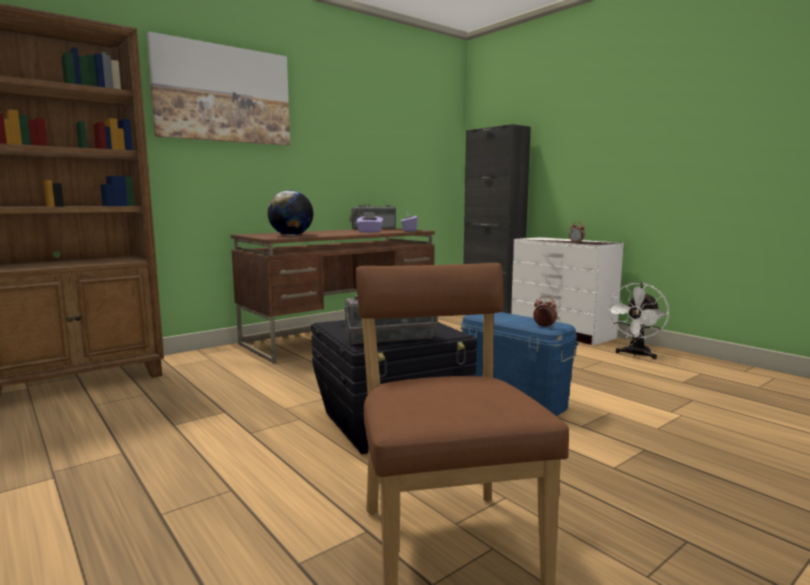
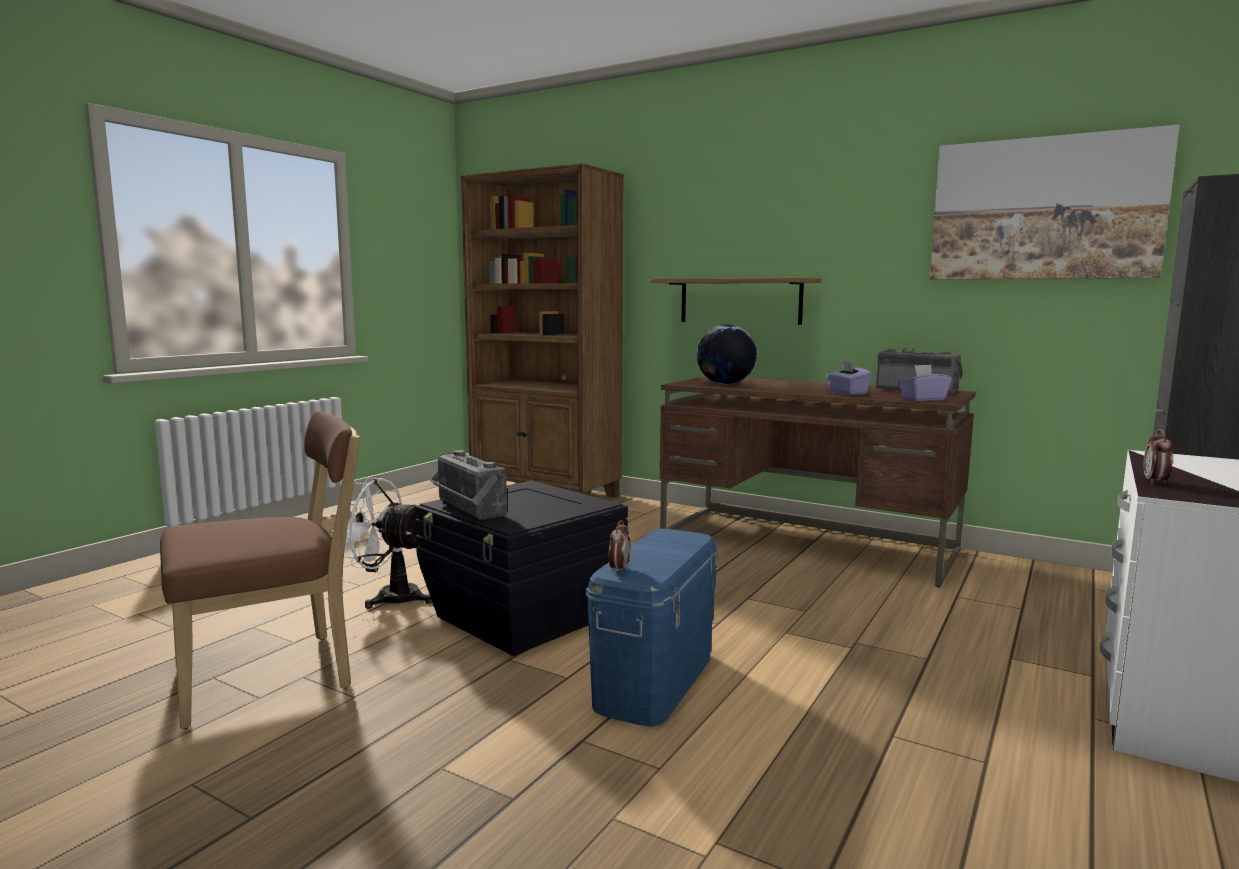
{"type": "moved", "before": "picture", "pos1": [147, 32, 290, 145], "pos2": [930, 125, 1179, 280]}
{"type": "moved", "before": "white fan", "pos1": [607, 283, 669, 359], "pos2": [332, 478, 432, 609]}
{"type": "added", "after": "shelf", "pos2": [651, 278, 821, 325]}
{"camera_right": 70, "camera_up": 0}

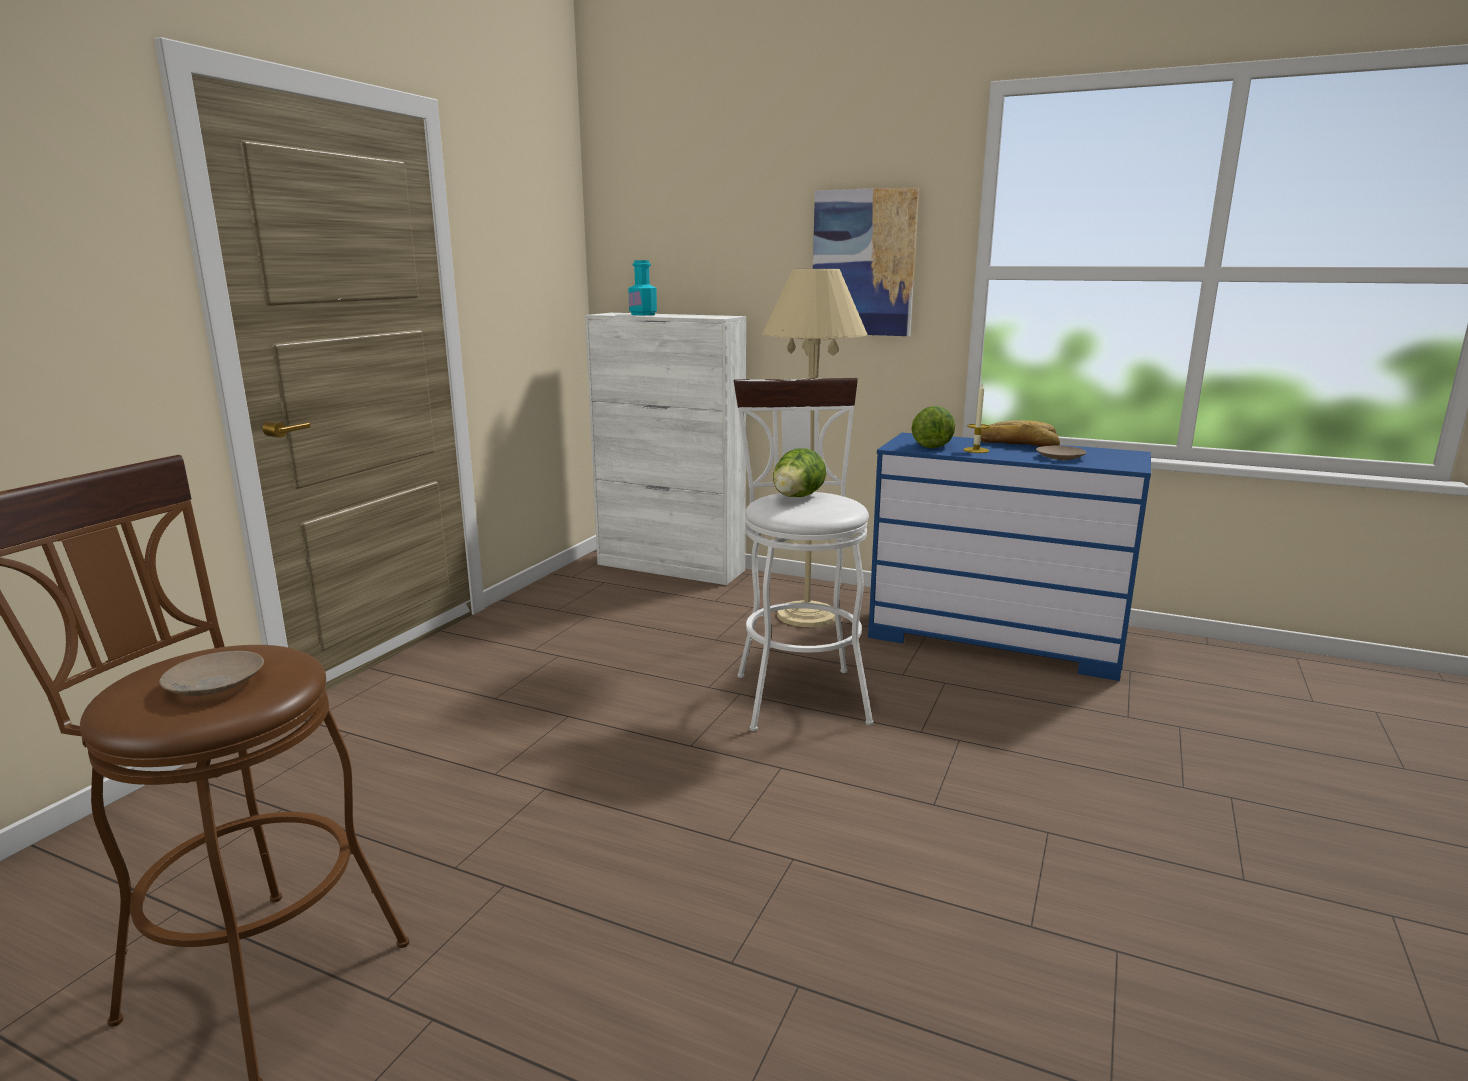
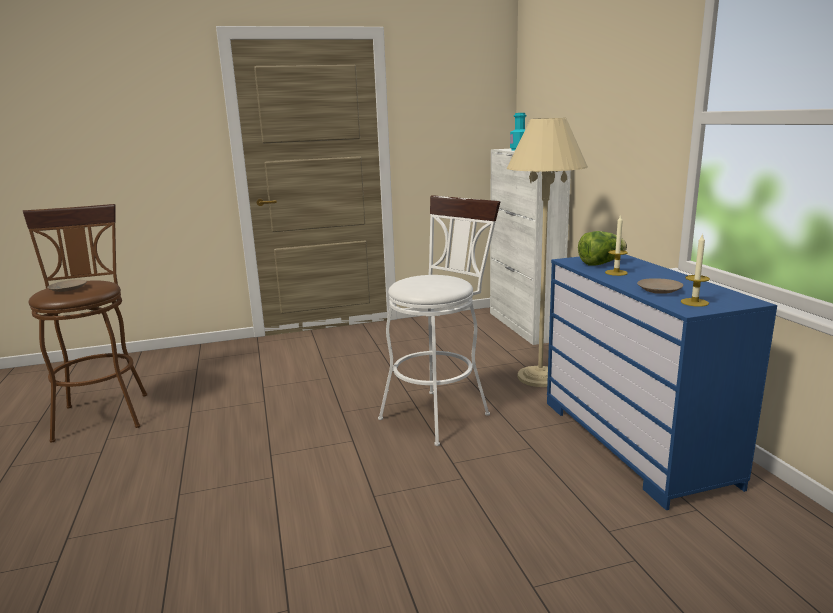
{"type": "removed", "before": "picture", "pos1": [813, 187, 919, 336]}
{"type": "removed", "before": "bread", "pos1": [980, 420, 1060, 447]}
{"type": "removed", "before": "lettuce", "pos1": [773, 448, 826, 497]}
{"type": "added", "after": "candle", "pos2": [681, 233, 710, 307]}
{"camera_right": 50, "camera_up": 0}

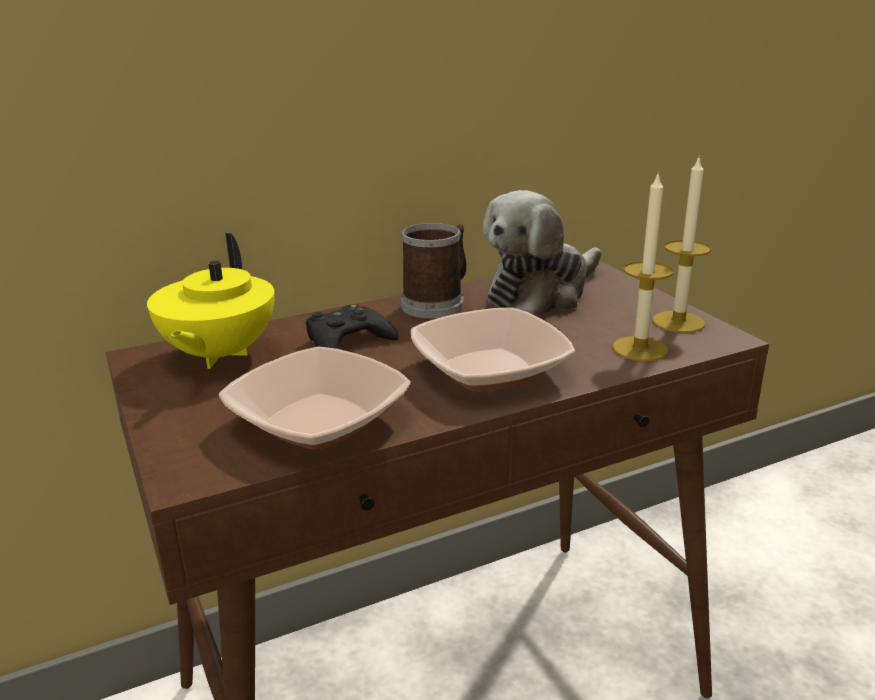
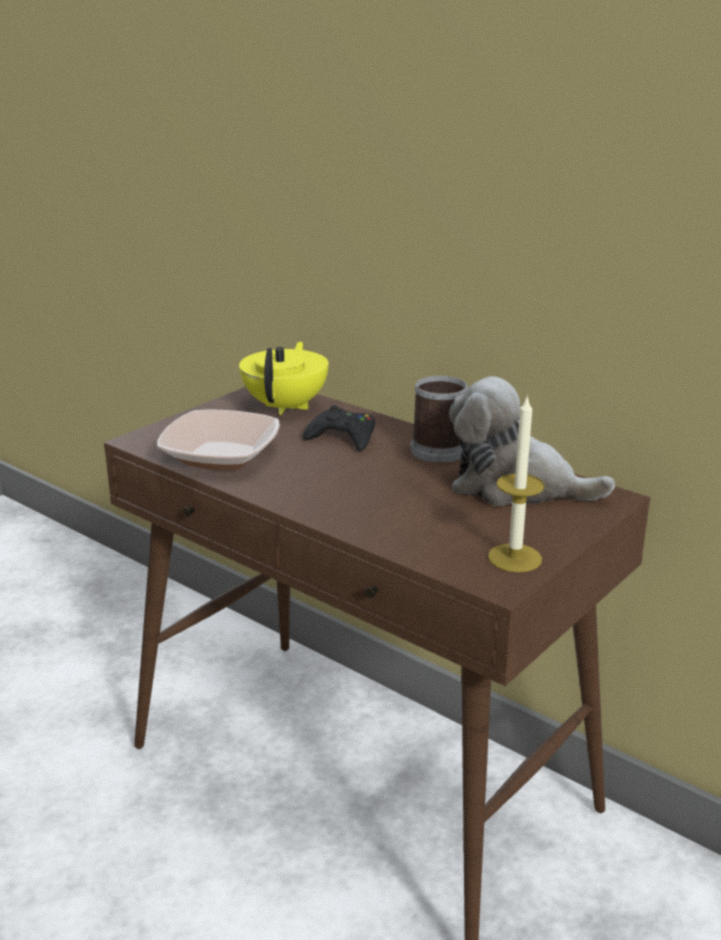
{"type": "removed", "before": "candle", "pos1": [612, 171, 673, 361]}
{"type": "turned", "before": "yellow teapot", "pos1": [147, 233, 275, 369], "pos2": [239, 342, 329, 415], "turn": 120}
{"type": "removed", "before": "bowl", "pos1": [411, 307, 575, 392]}
{"camera_right": 65, "camera_up": 0}

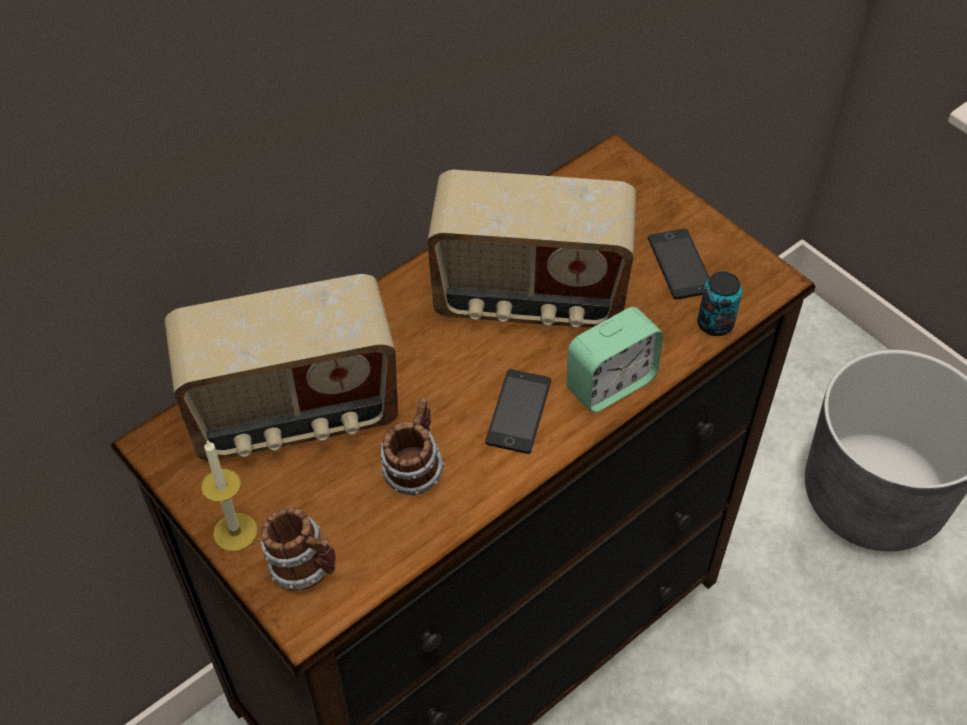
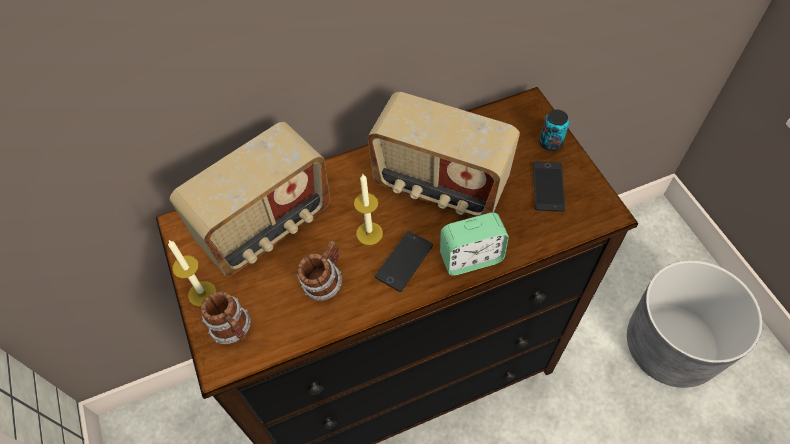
{"type": "moved", "before": "can", "pos1": [697, 271, 742, 336], "pos2": [539, 110, 569, 151]}
{"type": "turned", "before": "radio", "pos1": [165, 274, 398, 461], "pos2": [169, 122, 330, 276], "turn": -45}
{"type": "added", "after": "candle", "pos2": [354, 174, 383, 245]}
{"camera_right": 20, "camera_up": 5}

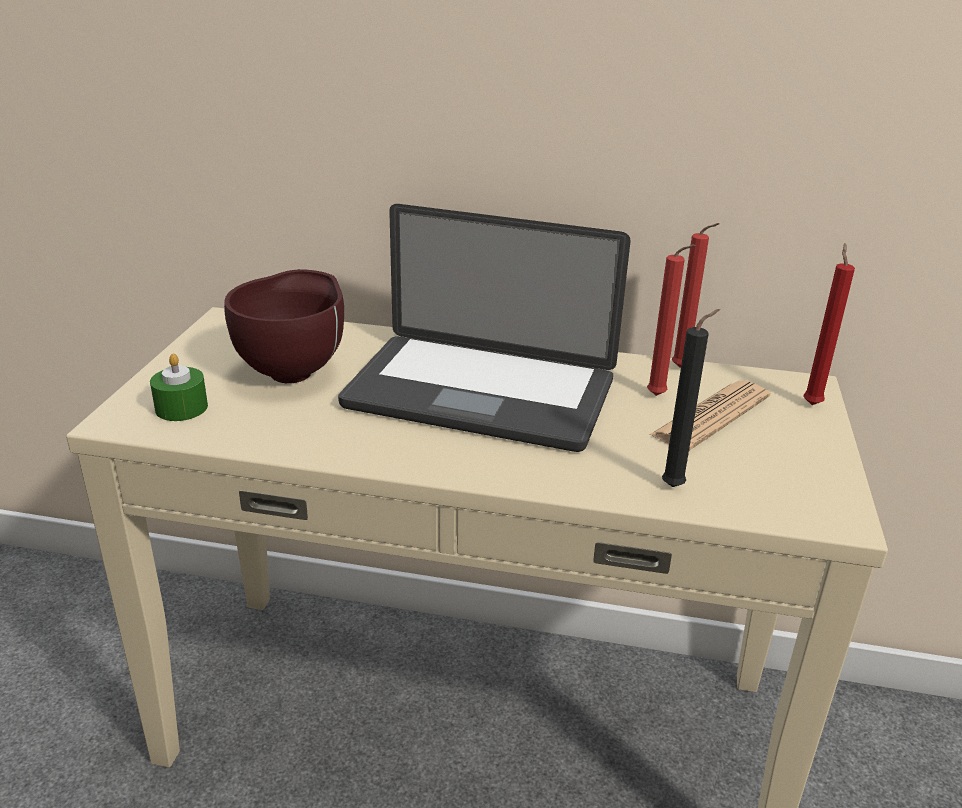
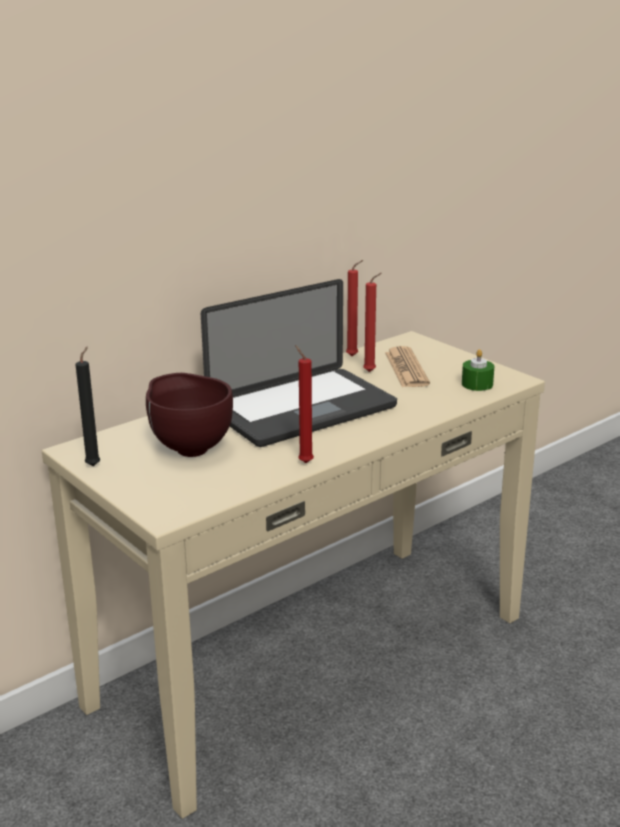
{"type": "moved", "before": "red candle", "pos1": [803, 243, 855, 405], "pos2": [295, 345, 314, 463]}
{"type": "moved", "before": "black candle", "pos1": [662, 309, 720, 487], "pos2": [75, 347, 100, 466]}
{"type": "moved", "before": "green candle", "pos1": [150, 353, 208, 421], "pos2": [462, 349, 494, 391]}
{"camera_right": -50, "camera_up": -5}

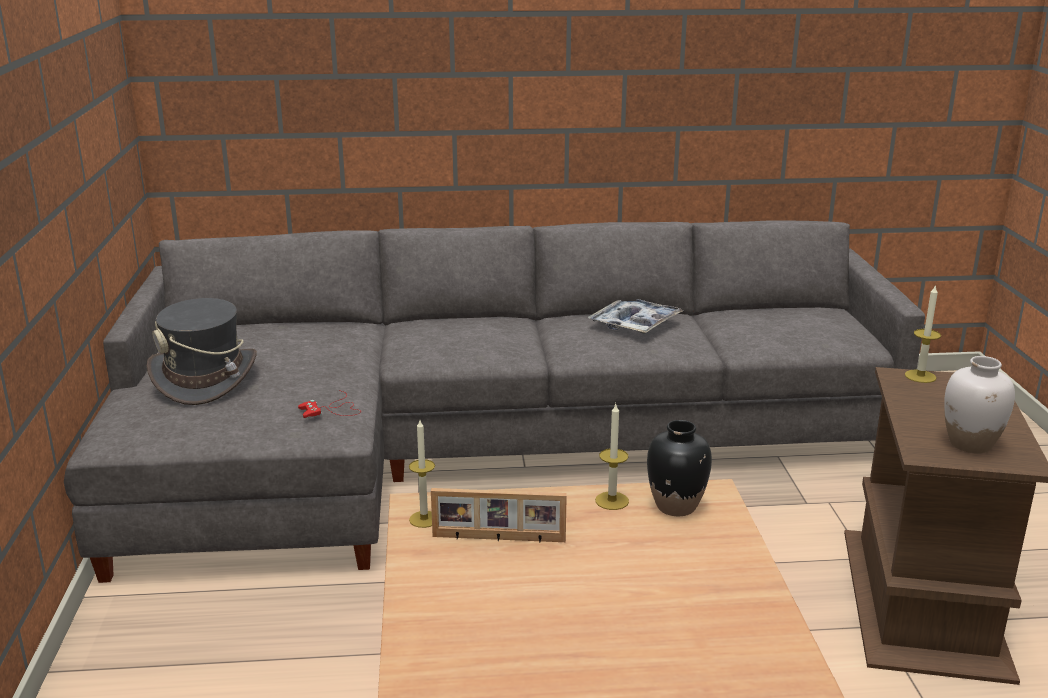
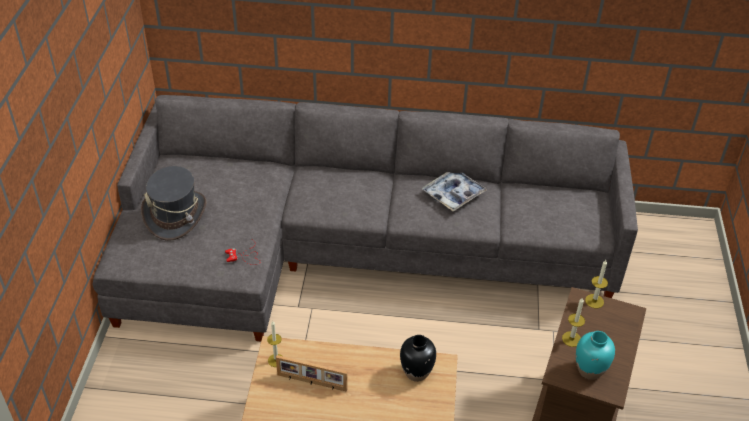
{"type": "recoloured", "before": "white vase", "after": "turquoise vase", "pos1": [944, 356, 1015, 453], "pos2": [576, 331, 615, 380]}
{"type": "moved", "before": "candle", "pos1": [595, 404, 629, 510], "pos2": [562, 297, 585, 347]}
{"camera_right": 10, "camera_up": 20}

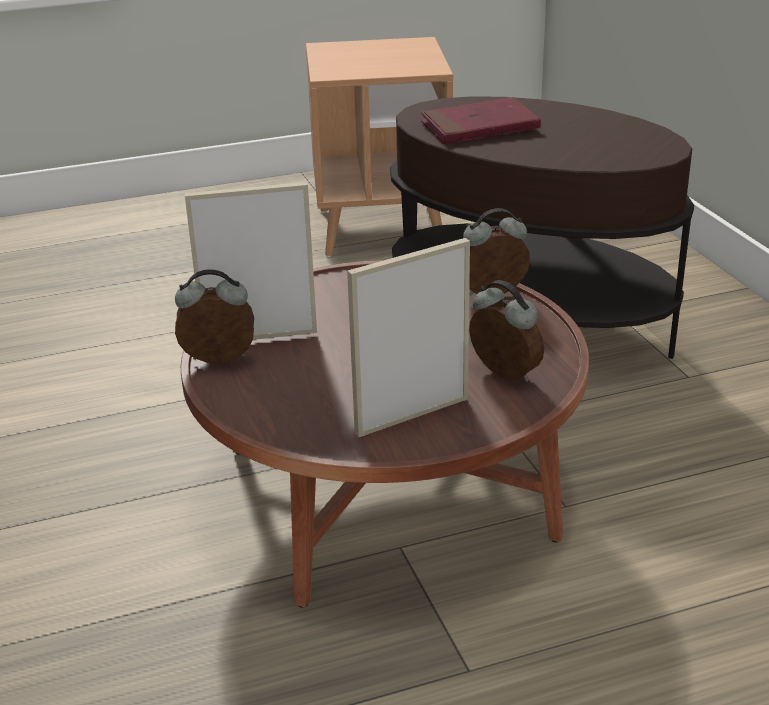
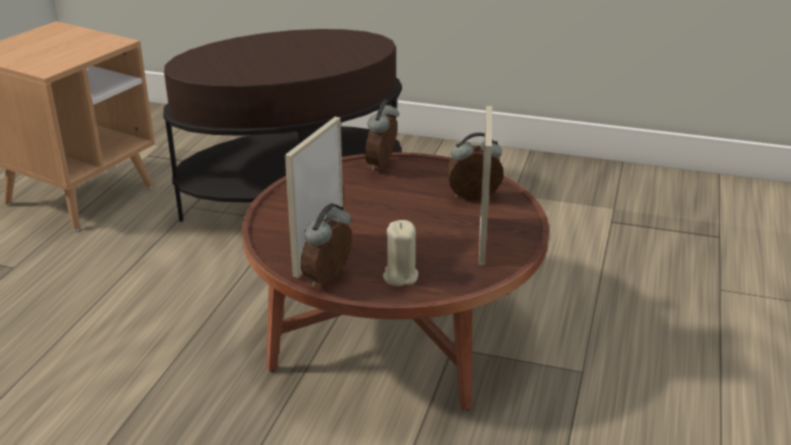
{"type": "removed", "before": "red book", "pos1": [421, 97, 541, 144]}
{"type": "added", "after": "beige candle", "pos2": [383, 220, 418, 286]}
{"camera_right": -55, "camera_up": 0}

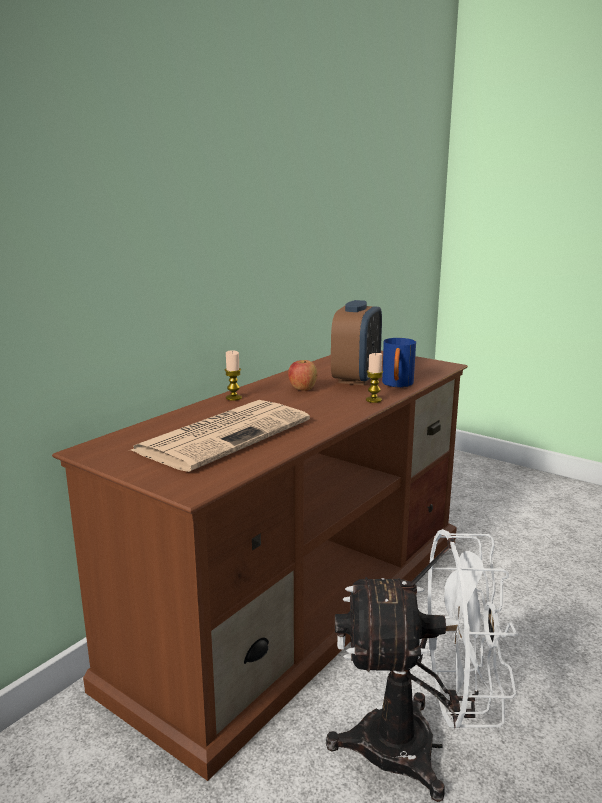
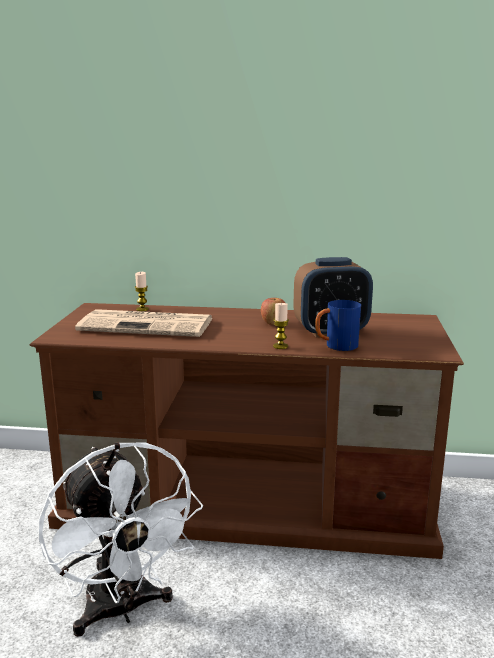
{"type": "moved", "before": "candle", "pos1": [225, 350, 242, 401], "pos2": [135, 272, 149, 311]}
{"camera_right": 60, "camera_up": 0}

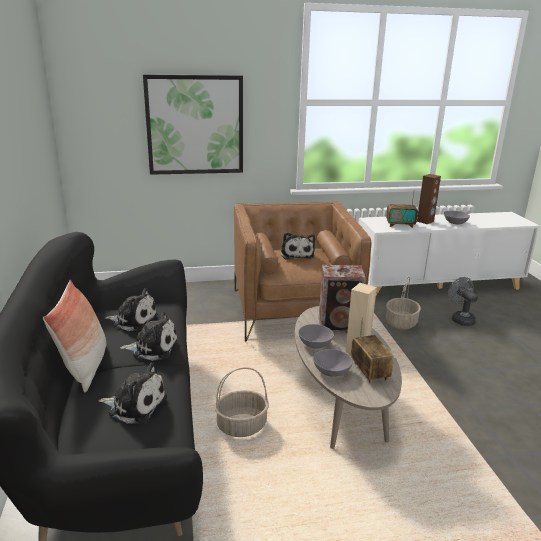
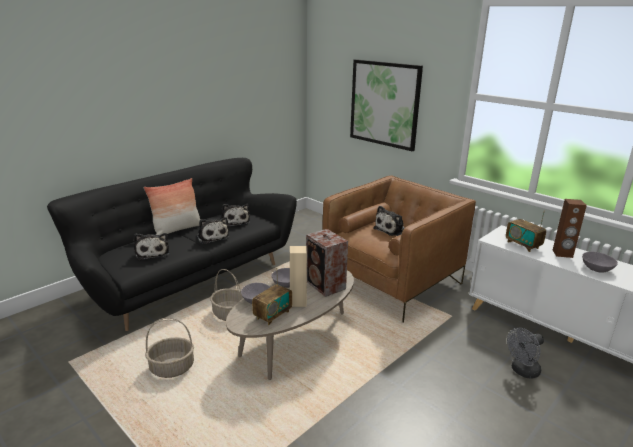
{"type": "moved", "before": "basket", "pos1": [386, 276, 421, 330], "pos2": [145, 318, 194, 378]}
{"type": "turned", "before": "grey fan", "pos1": [448, 277, 478, 326], "pos2": [507, 328, 544, 379], "turn": -150}
{"camera_right": 55, "camera_up": 0}

